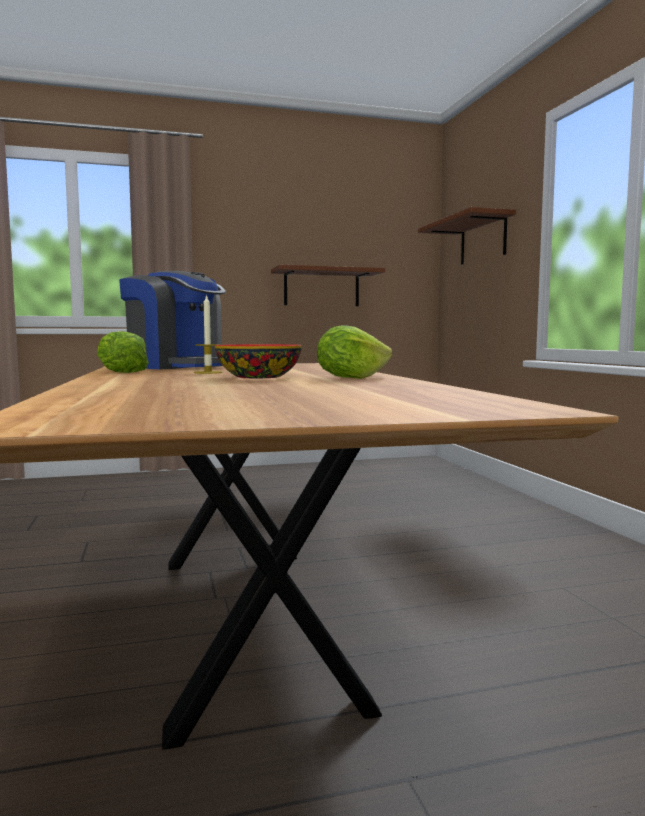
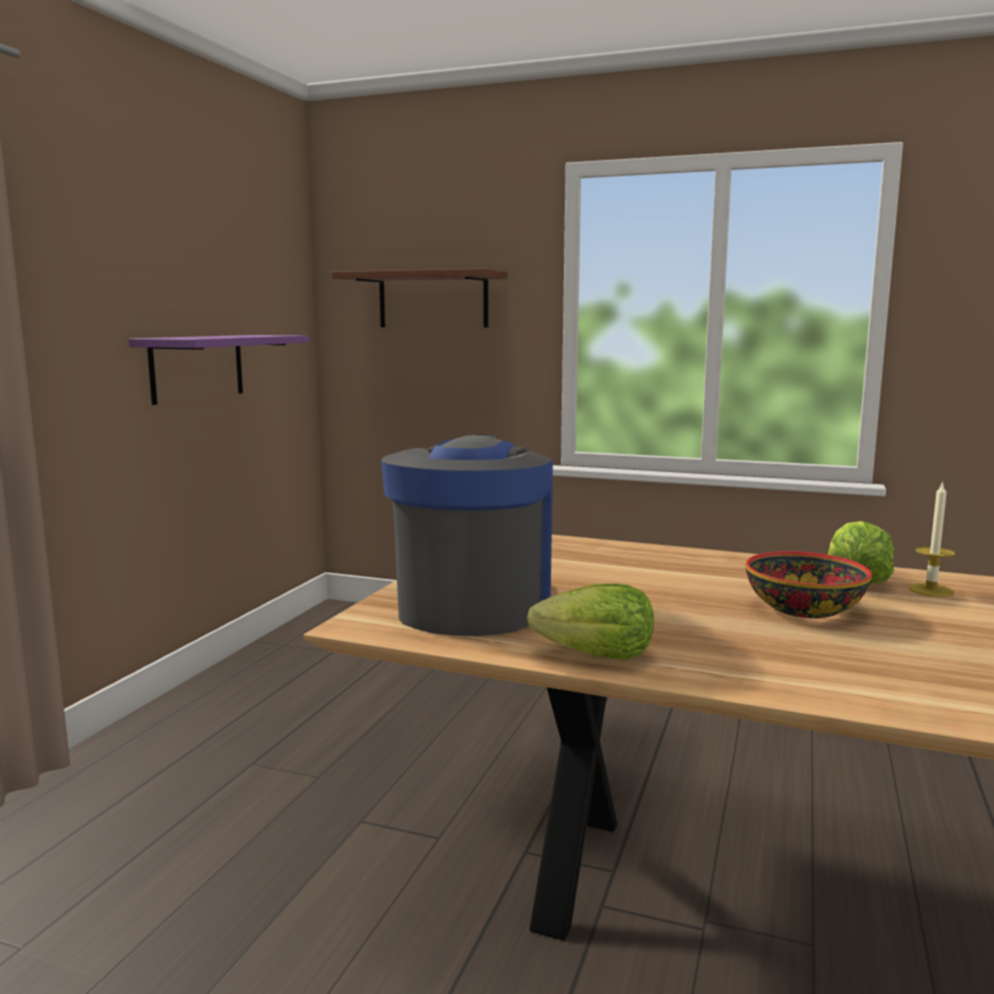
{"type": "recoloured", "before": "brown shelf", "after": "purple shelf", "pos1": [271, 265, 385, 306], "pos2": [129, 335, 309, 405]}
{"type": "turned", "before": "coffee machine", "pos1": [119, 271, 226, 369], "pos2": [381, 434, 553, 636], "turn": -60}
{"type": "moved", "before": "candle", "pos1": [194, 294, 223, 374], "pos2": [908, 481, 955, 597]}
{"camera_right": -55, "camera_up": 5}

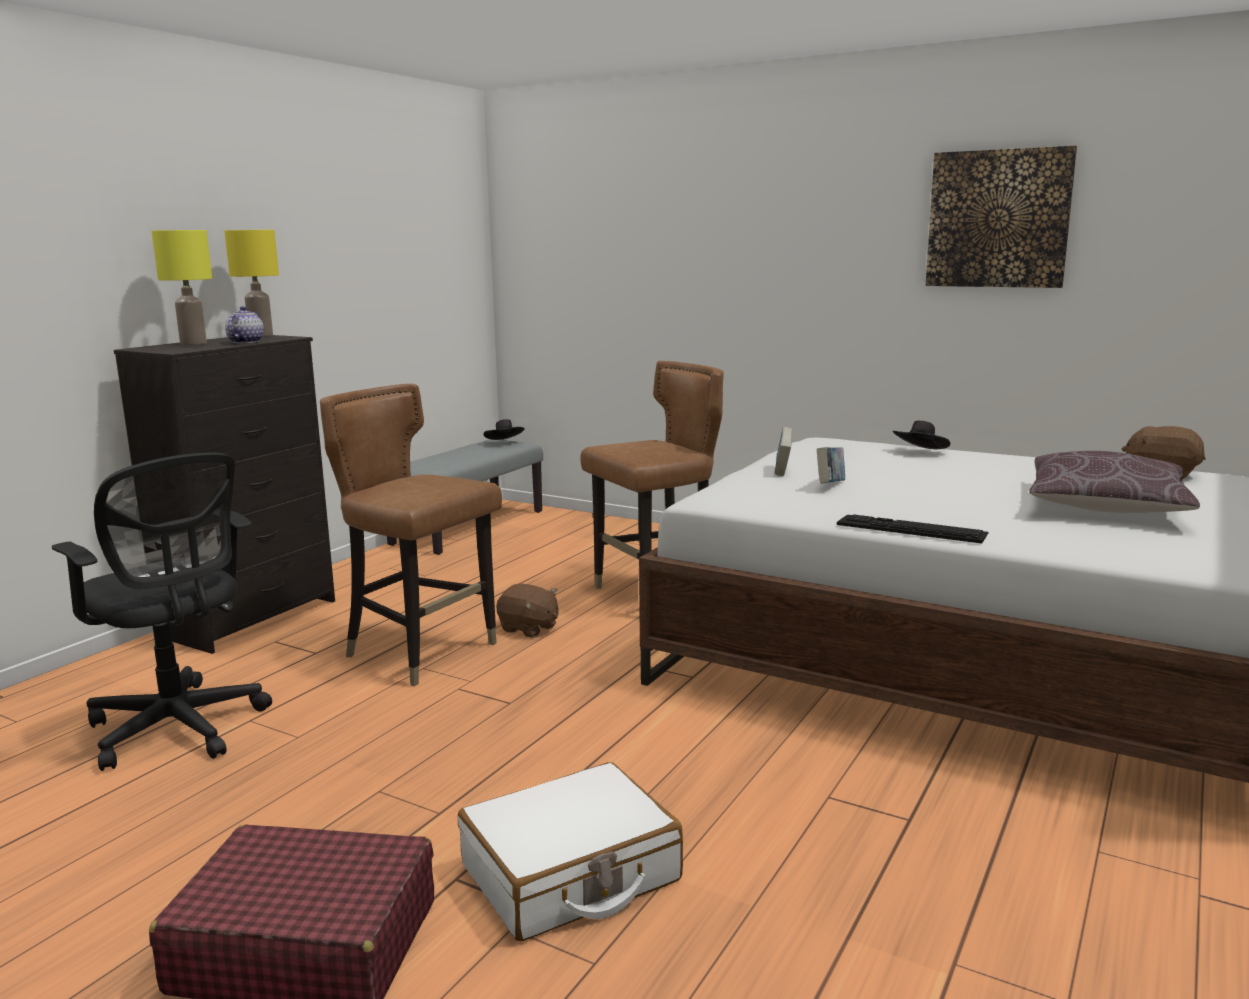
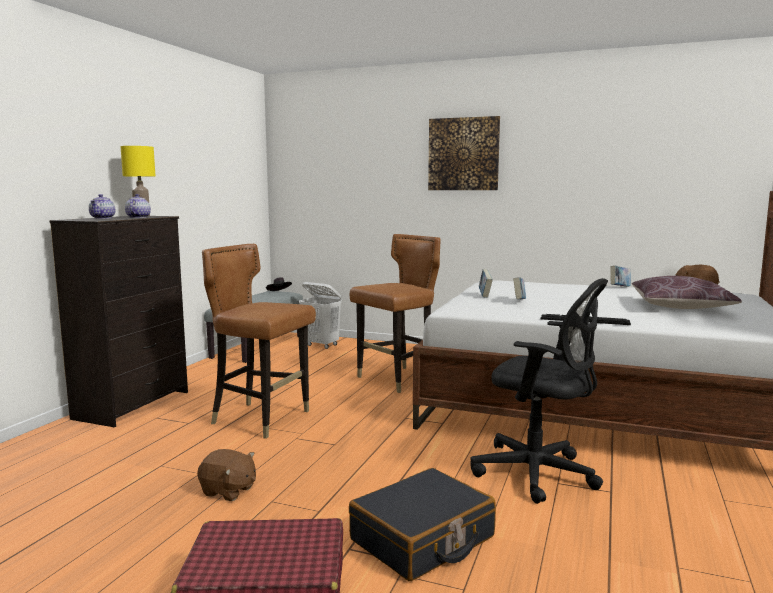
{"type": "moved", "before": "picture", "pos1": [926, 146, 1077, 288], "pos2": [428, 116, 500, 190]}
{"type": "replaced", "before": "yellow table lamp", "after": "teapot", "pos1": [152, 230, 212, 345], "pos2": [89, 194, 115, 219]}
{"type": "removed", "before": "black hat", "pos1": [893, 421, 950, 450]}
{"type": "moved", "before": "black office chair", "pos1": [52, 453, 272, 771], "pos2": [471, 278, 608, 504]}
{"type": "moved", "before": "brown plush toy", "pos1": [496, 584, 558, 638], "pos2": [197, 449, 256, 501]}
{"type": "recoloured", "before": "white suitcase", "after": "black suitcase", "pos1": [458, 762, 683, 941], "pos2": [349, 468, 496, 581]}
{"type": "added", "after": "book", "pos2": [610, 266, 631, 287]}
{"type": "added", "after": "white laundry basket", "pos2": [299, 282, 342, 349]}
{"camera_right": -10, "camera_up": -5}

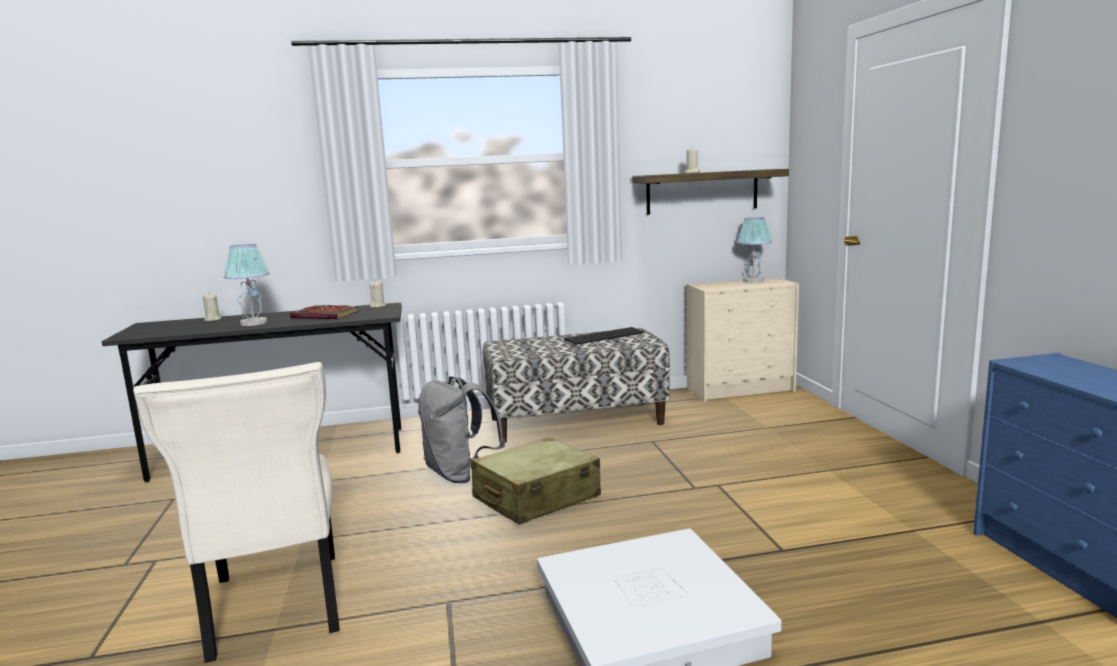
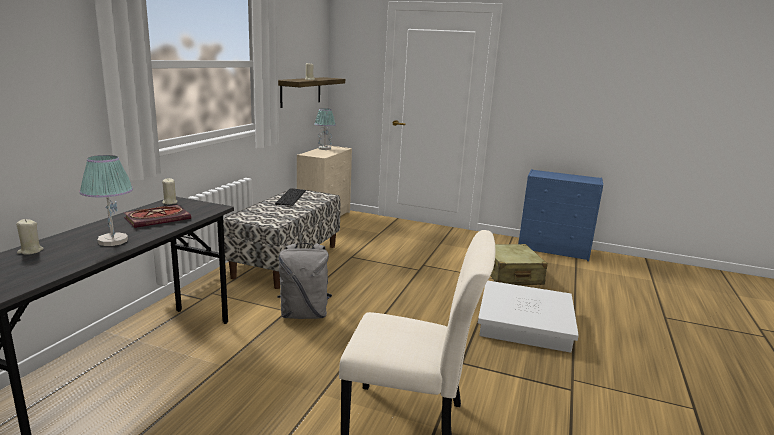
{"type": "moved", "before": "beige suitcase", "pos1": [471, 438, 601, 525], "pos2": [490, 244, 548, 285]}
{"camera_right": -60, "camera_up": 5}

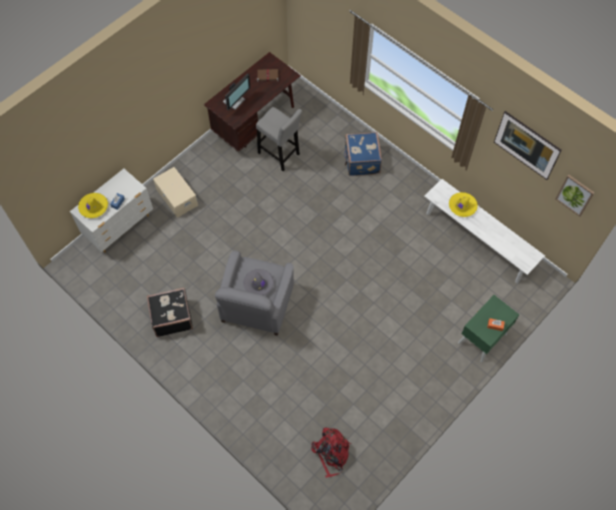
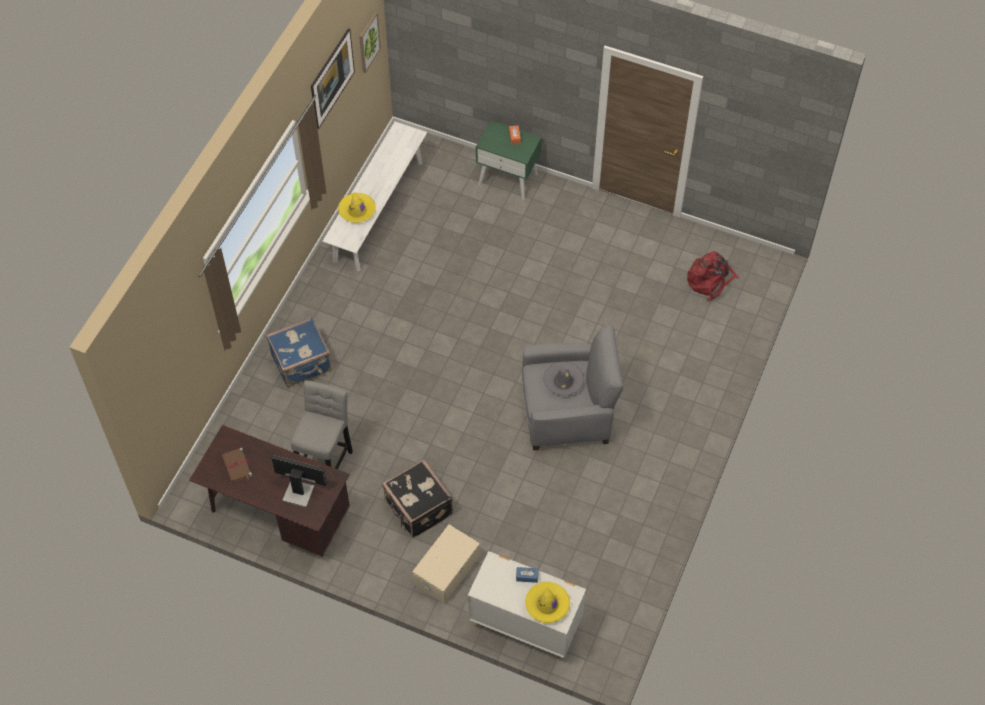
{"type": "moved", "before": "black suitcase", "pos1": [147, 287, 193, 337], "pos2": [382, 459, 453, 538]}
{"camera_right": -110, "camera_up": -5}

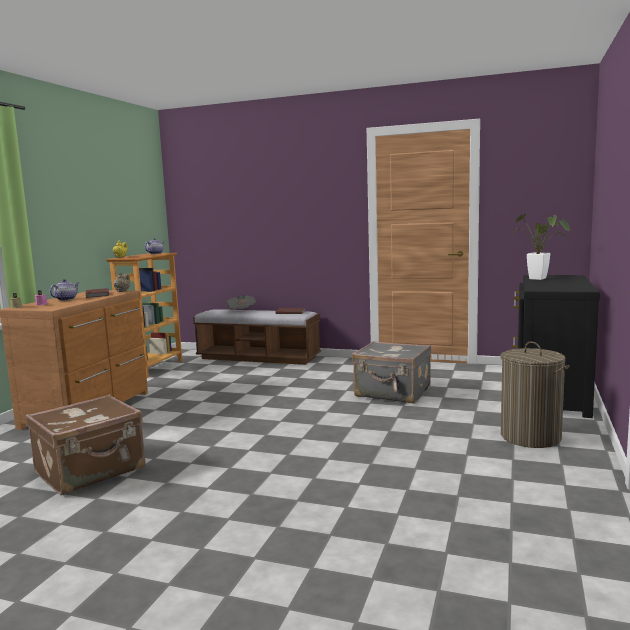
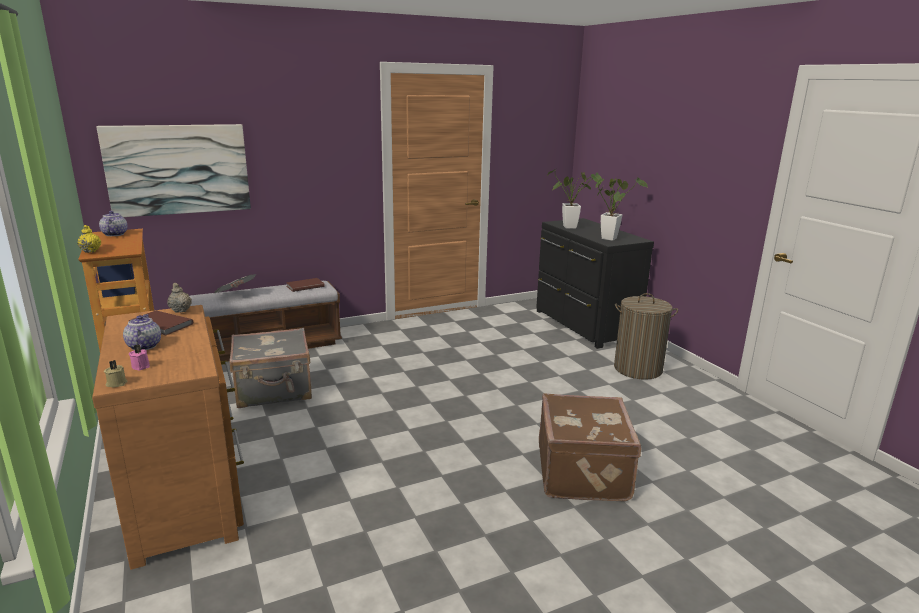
{"type": "moved", "before": "grey suitcase", "pos1": [352, 341, 431, 404], "pos2": [230, 327, 312, 408]}
{"type": "moved", "before": "brown suitcase", "pos1": [26, 394, 145, 495], "pos2": [539, 393, 641, 501]}
{"type": "added", "after": "picture", "pos2": [96, 124, 251, 217]}
{"type": "added", "after": "potted plant", "pos2": [595, 177, 647, 241]}
{"camera_right": -45, "camera_up": 10}

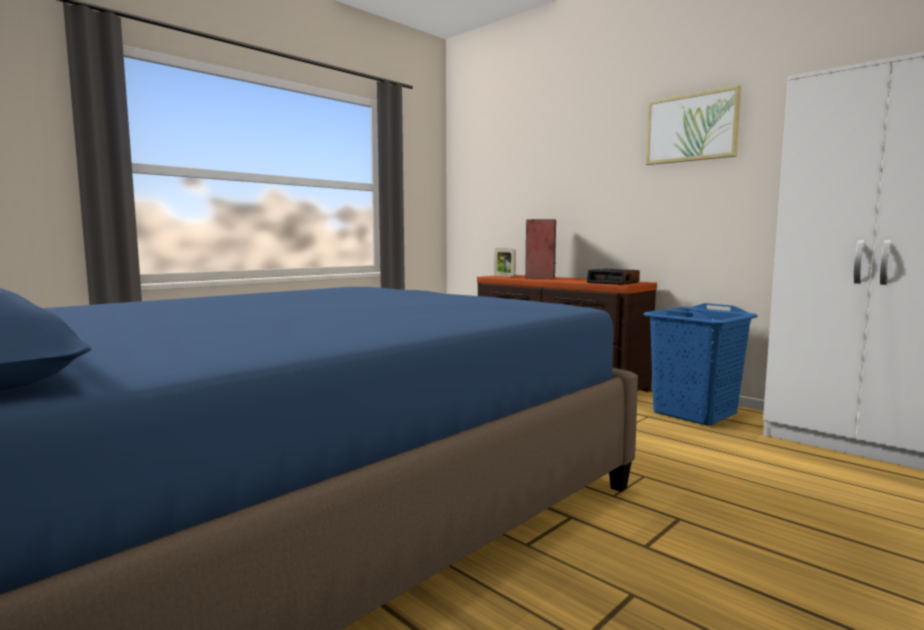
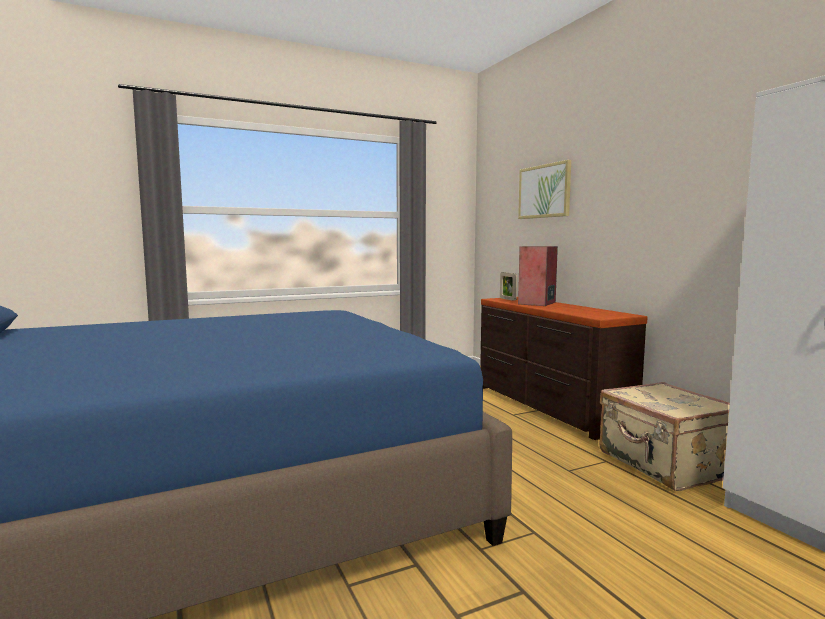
{"type": "moved", "before": "picture", "pos1": [646, 85, 741, 165], "pos2": [518, 160, 571, 219]}
{"type": "removed", "before": "alarm clock", "pos1": [587, 268, 640, 285]}
{"type": "replaced", "before": "blue laundry basket", "after": "beige suitcase", "pos1": [643, 303, 758, 425], "pos2": [600, 382, 730, 491]}
{"camera_right": 20, "camera_up": 0}

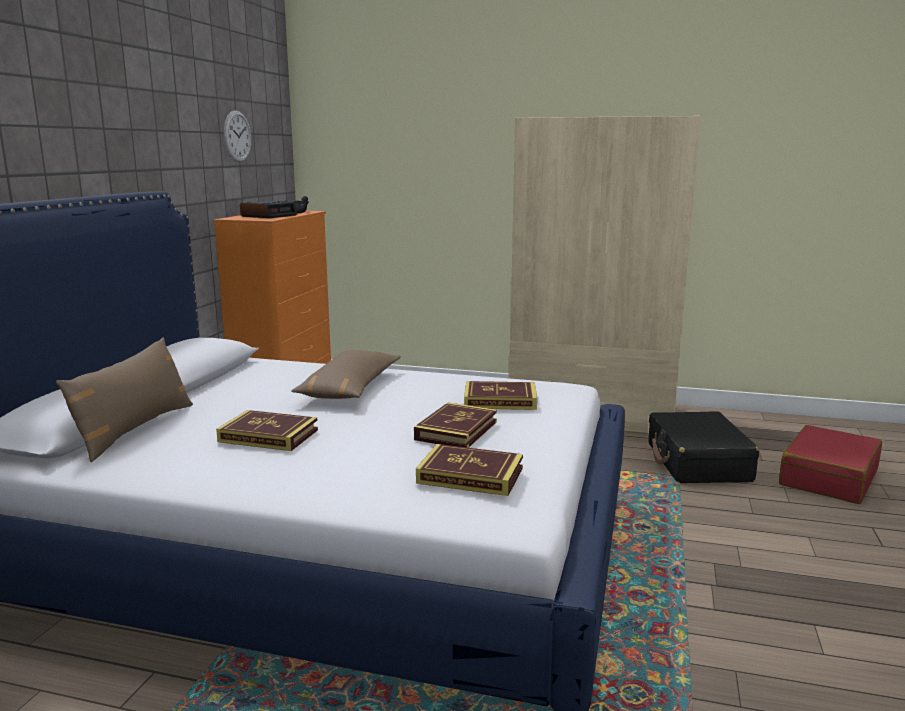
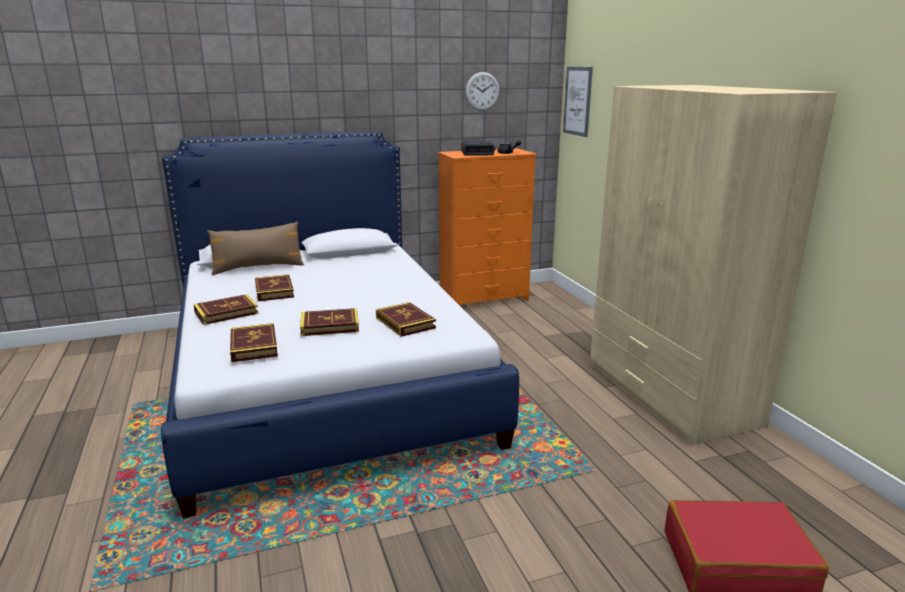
{"type": "removed", "before": "brown pillow", "pos1": [291, 350, 401, 399]}
{"type": "removed", "before": "black suitcase", "pos1": [649, 412, 759, 483]}
{"type": "added", "after": "picture", "pos2": [563, 67, 593, 137]}
{"type": "added", "after": "book", "pos2": [193, 294, 259, 325]}
{"camera_right": 55, "camera_up": 5}

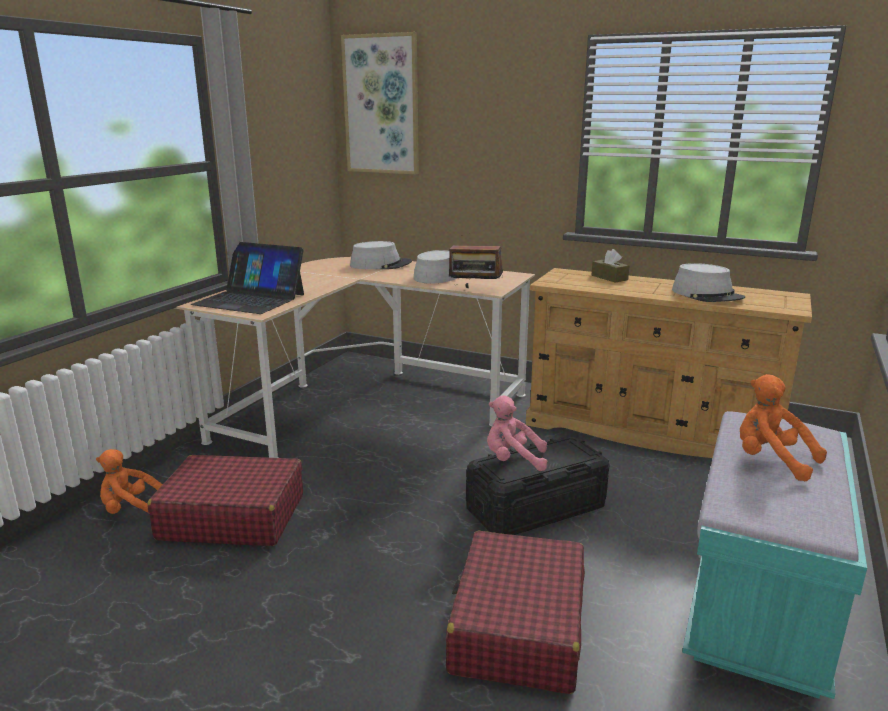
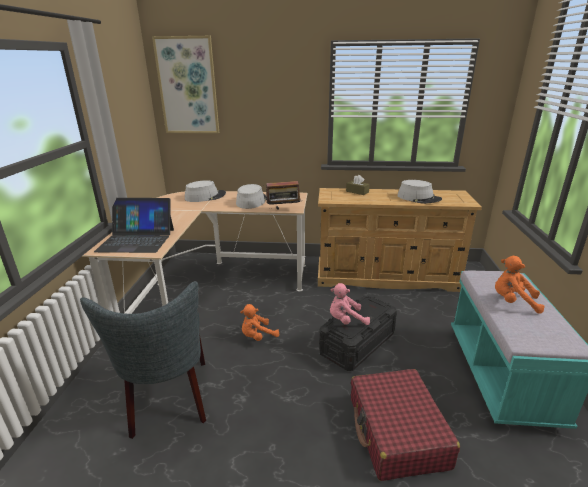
{"type": "moved", "before": "orange plush toy", "pos1": [96, 449, 163, 514], "pos2": [240, 304, 279, 341]}
{"type": "replaced", "before": "red suitcase", "after": "grey chair", "pos1": [147, 455, 303, 546], "pos2": [80, 281, 206, 439]}
{"camera_right": -20, "camera_up": 5}

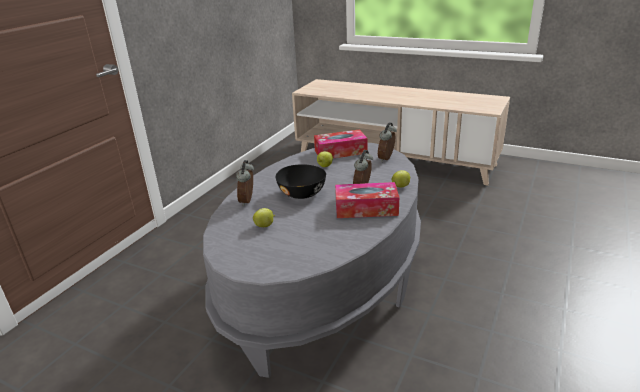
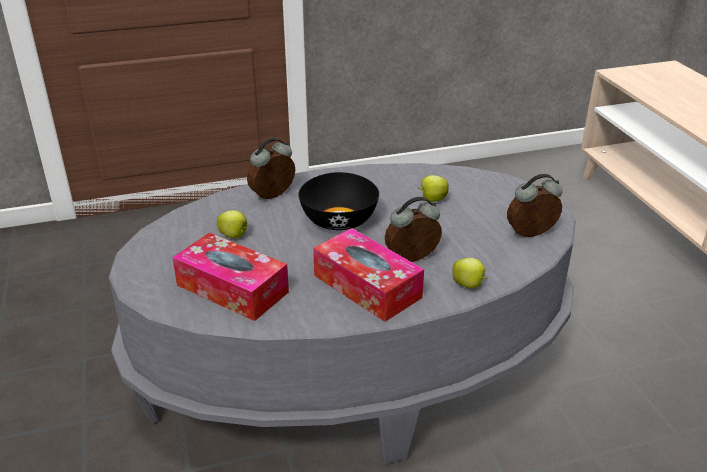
{"type": "moved", "before": "tissue box", "pos1": [314, 130, 367, 158], "pos2": [172, 233, 289, 321]}
{"camera_right": 45, "camera_up": 5}

